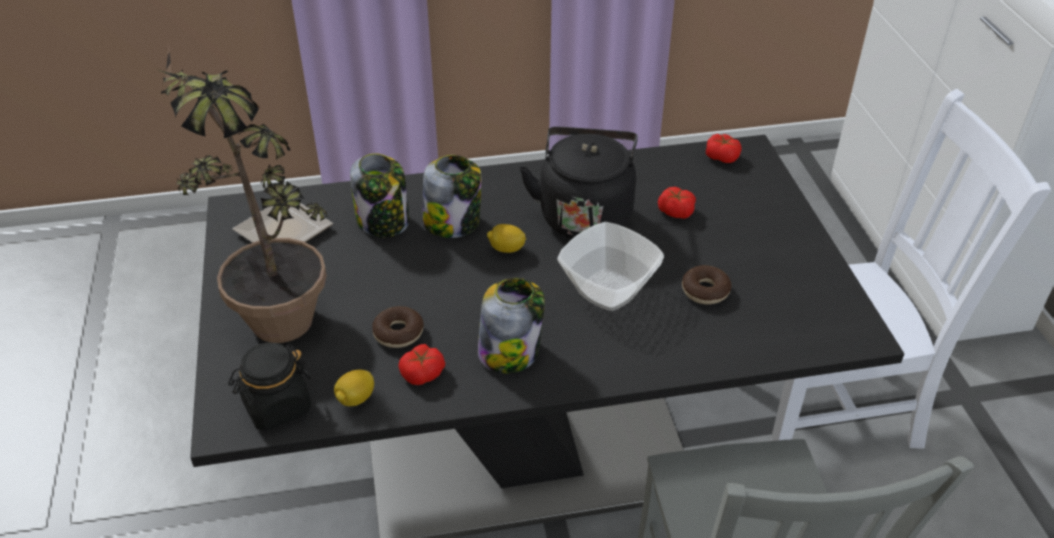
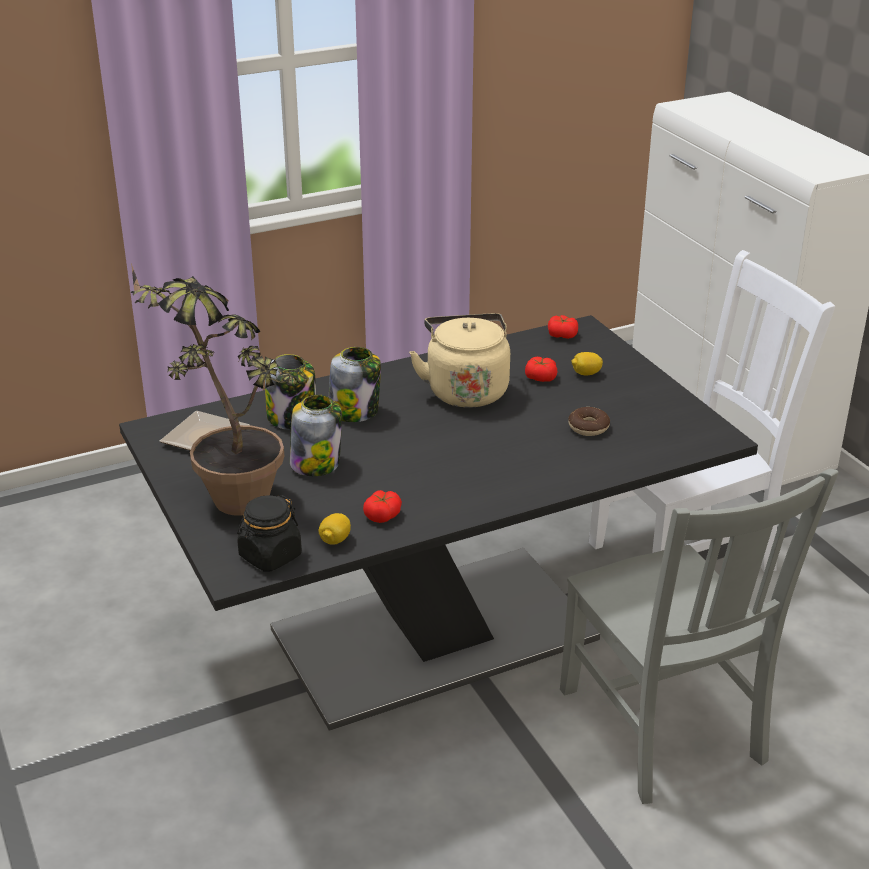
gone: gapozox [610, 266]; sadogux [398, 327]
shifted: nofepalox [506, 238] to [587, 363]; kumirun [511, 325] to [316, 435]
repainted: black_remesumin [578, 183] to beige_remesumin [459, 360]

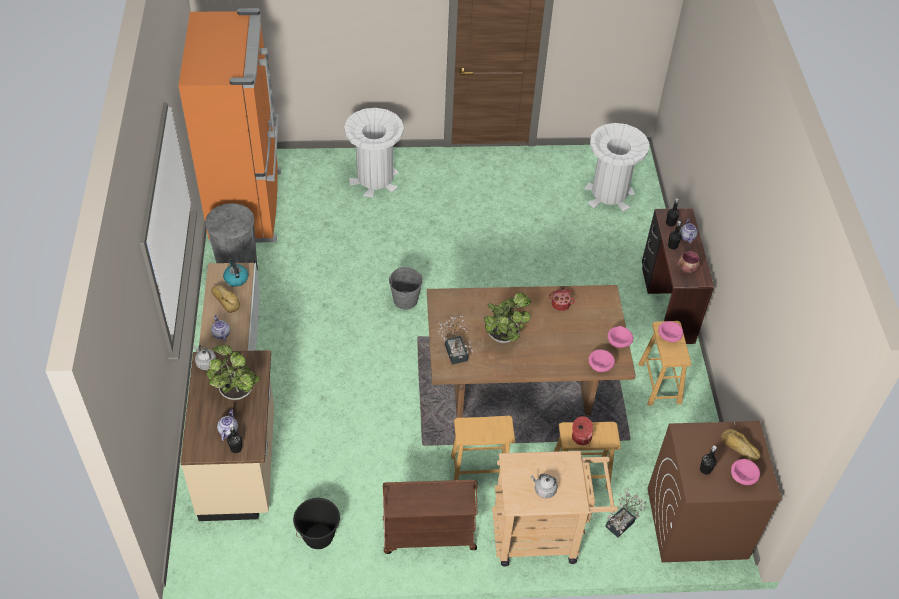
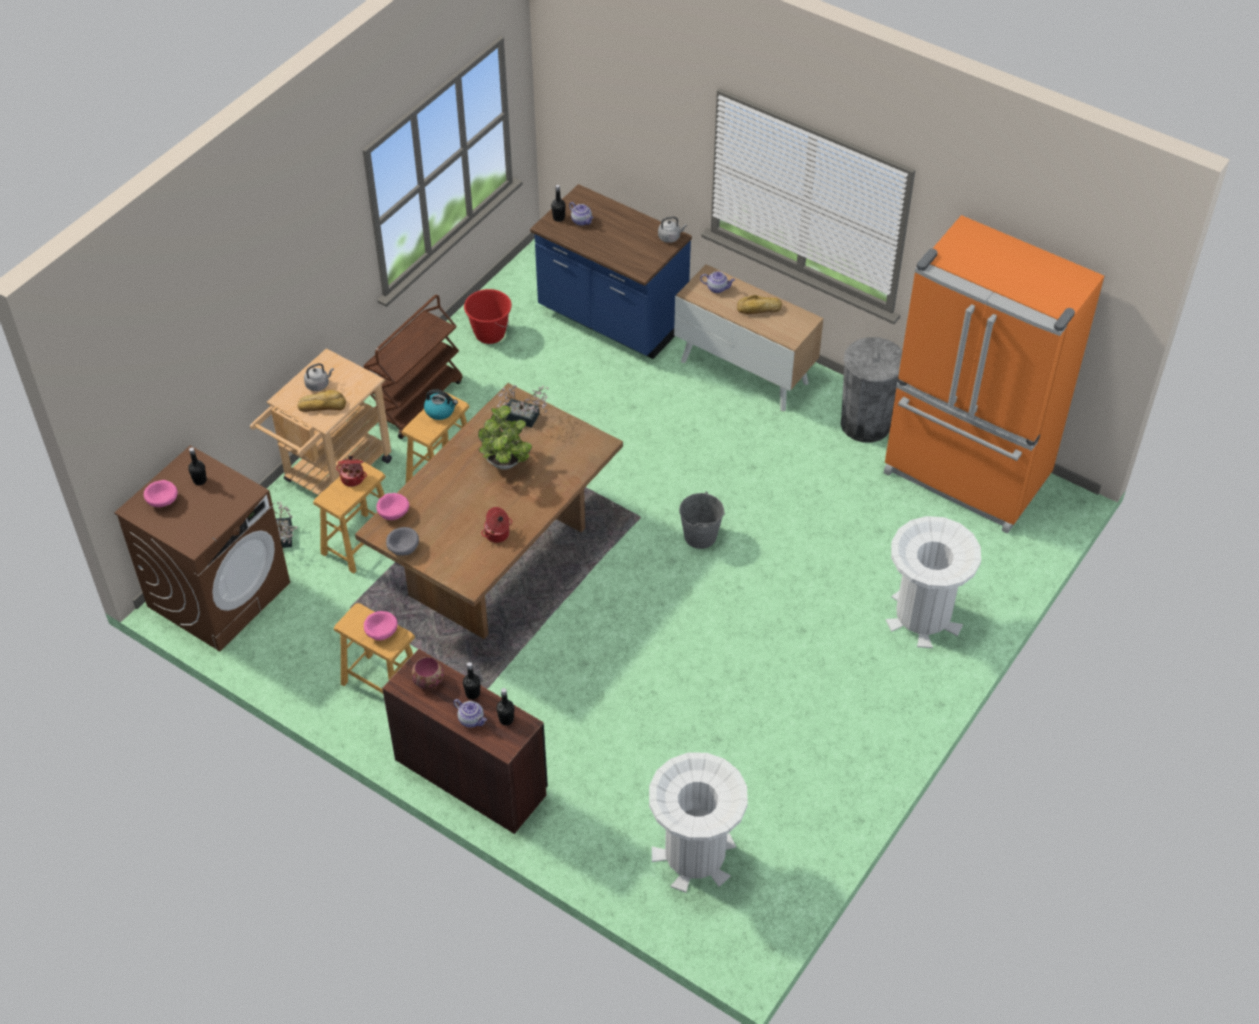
gone: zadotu [233, 372]
shifted: remesumin [235, 273] to [441, 404]; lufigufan [741, 445] to [321, 401]
repainted: pink_gapozox [620, 337] to grey_gapozox [402, 541]; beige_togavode [227, 435] to blue_togavode [611, 271]; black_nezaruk [316, 523] to red_nezaruk [488, 316]

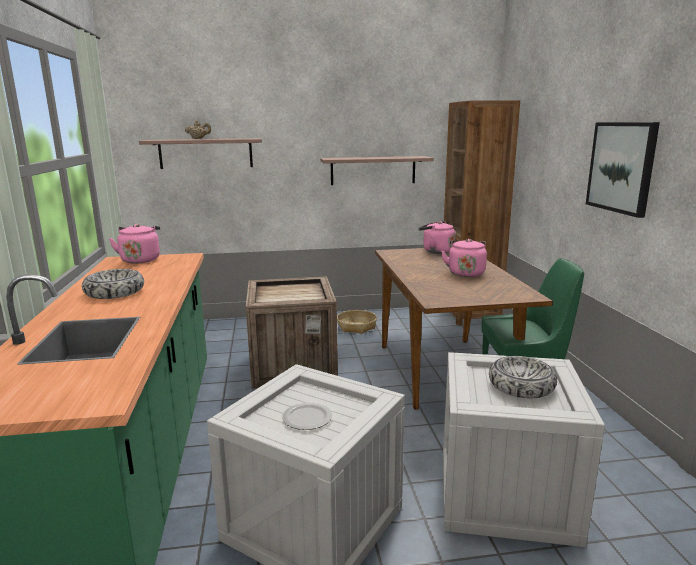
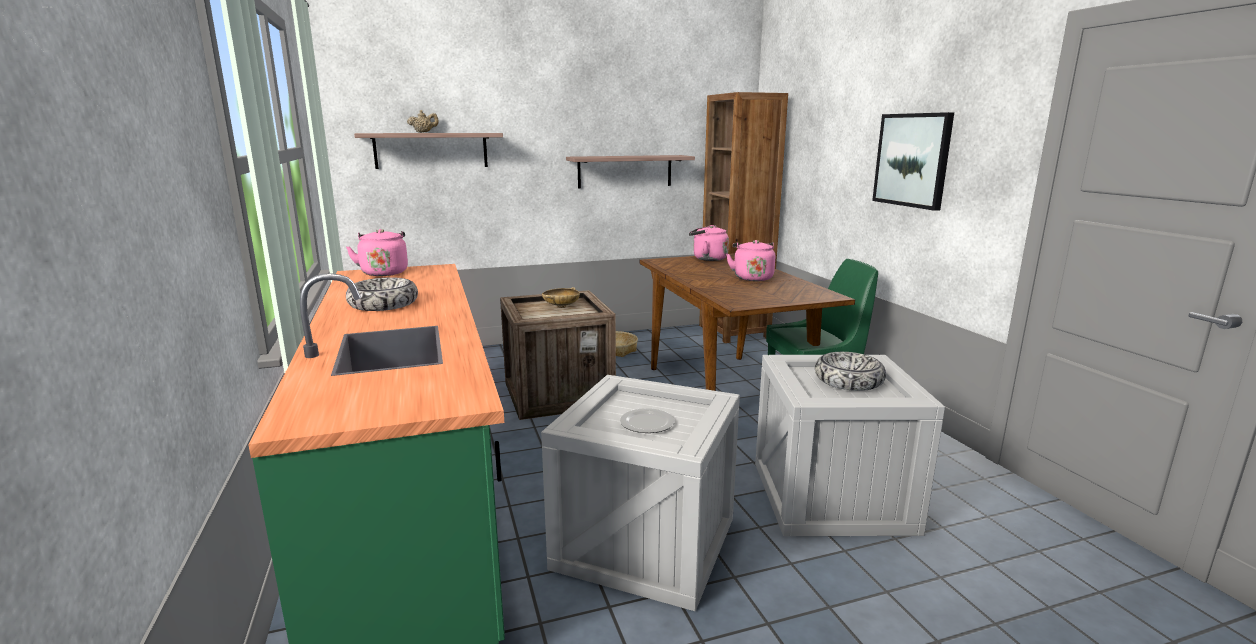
new: beige_gapozox [561, 297]

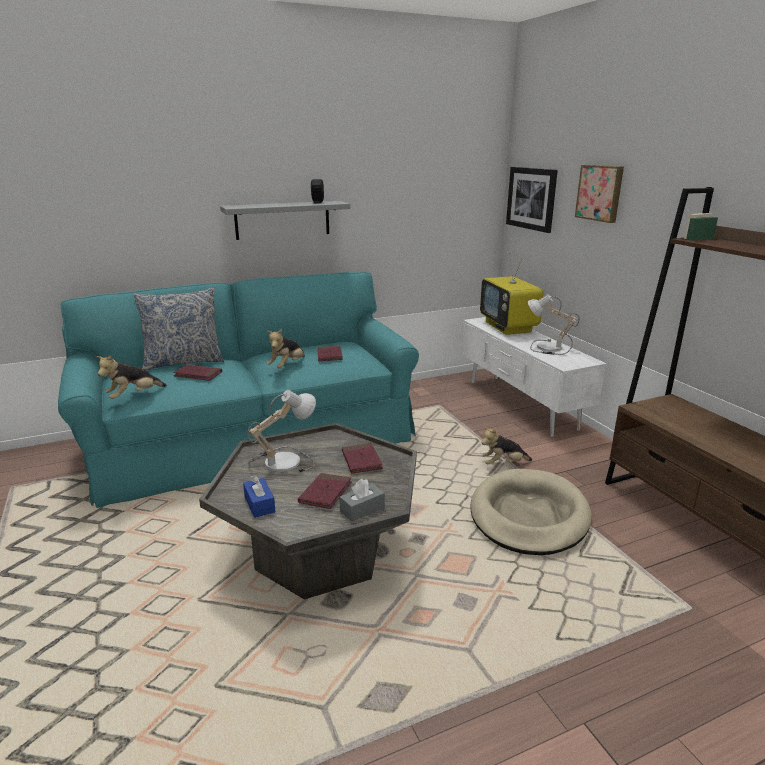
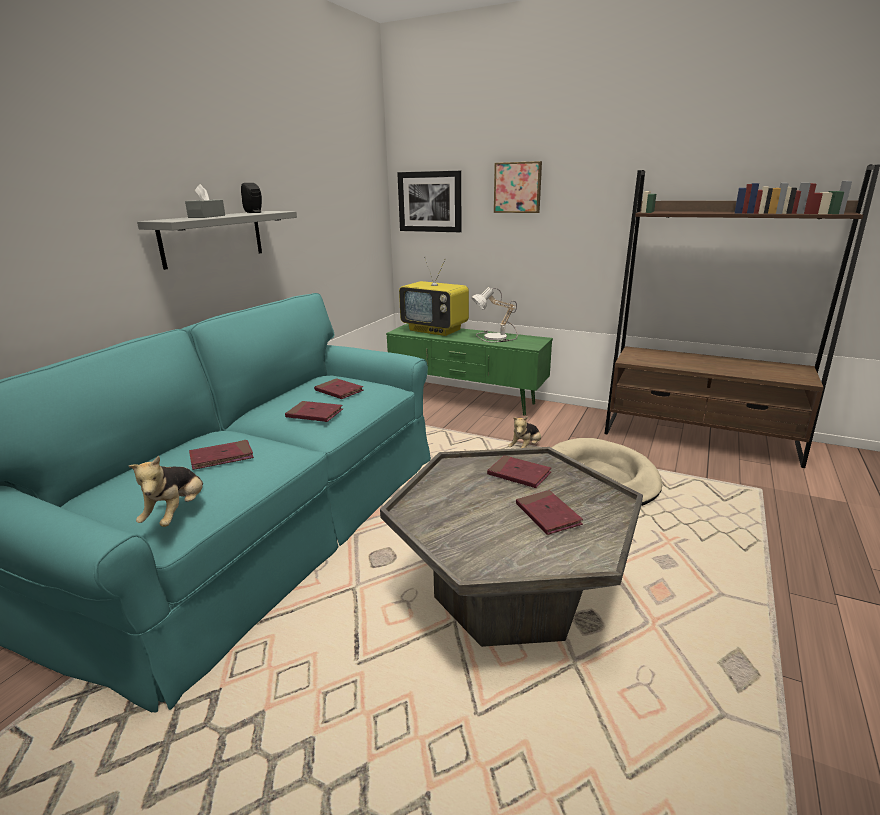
gone: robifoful [178, 328]; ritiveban [282, 432]; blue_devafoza [259, 496]
shifted: grey_devafoza [362, 500] to [205, 201]
swapped: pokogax [285, 348] to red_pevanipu [314, 411]
repainted: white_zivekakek [534, 377] to green_zivekakek [469, 369]

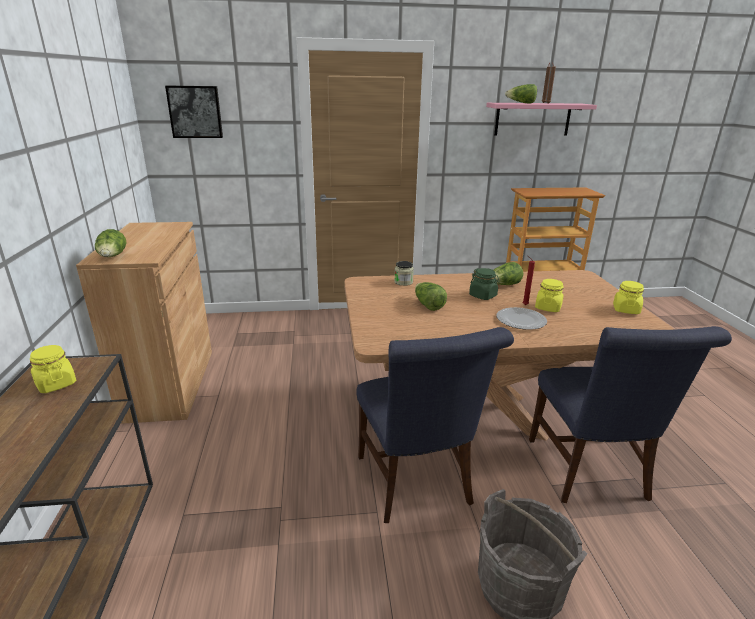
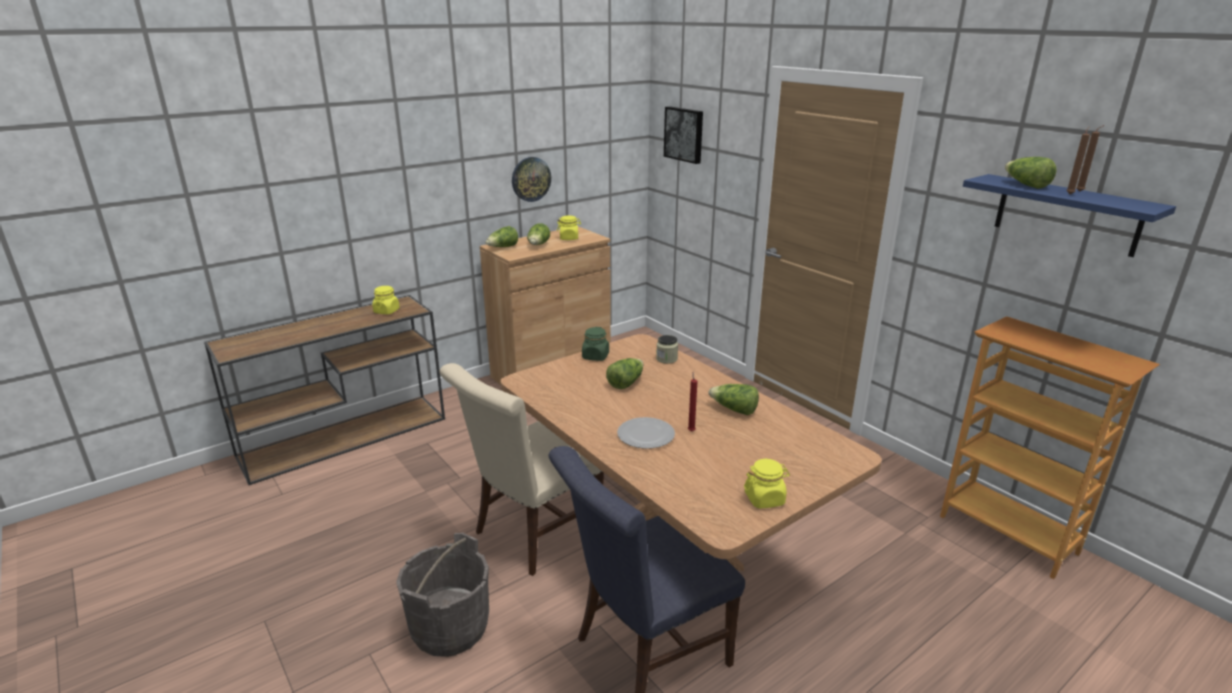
new: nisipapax [531, 179]; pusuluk [538, 234]
shifted: green_kumirun [484, 284] to [595, 344]; yellow_kumirun [549, 295] to [569, 228]
repainted: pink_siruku [541, 119] to blue_siruku [1069, 215]; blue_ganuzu [435, 425] to beige_ganuzu [521, 469]

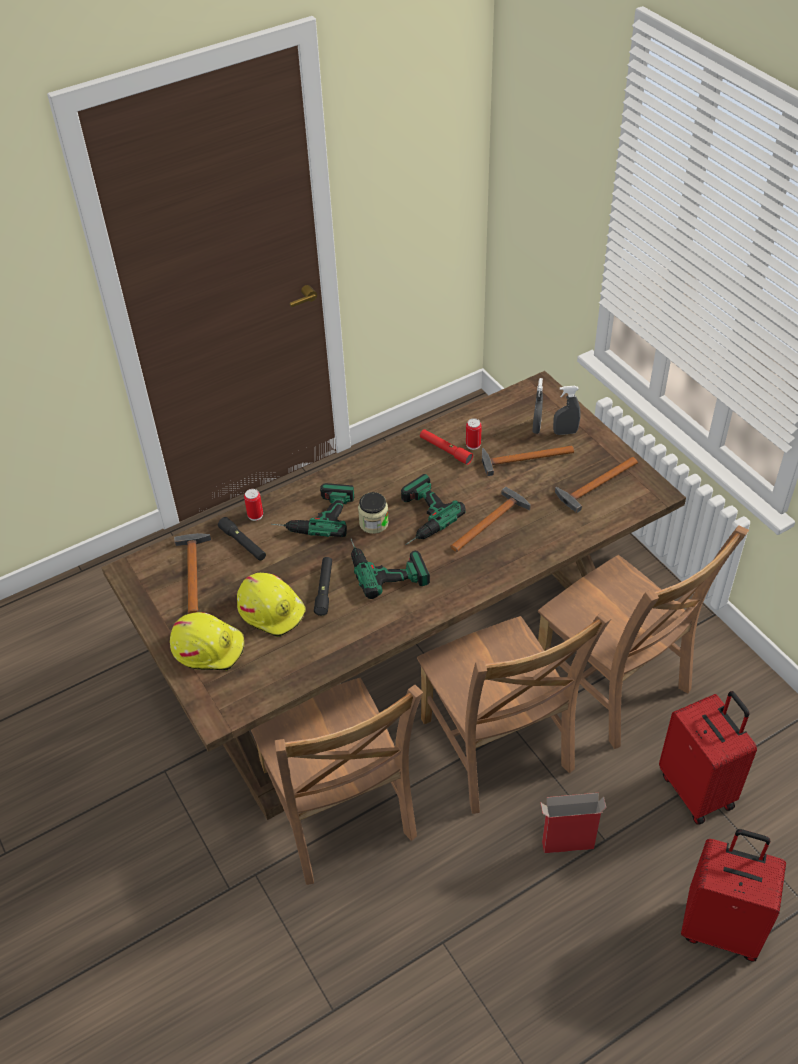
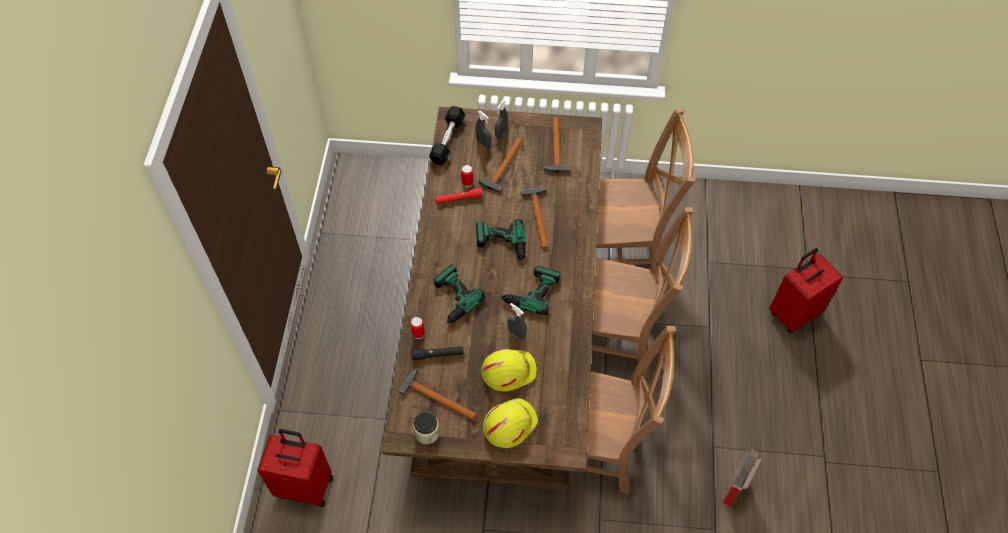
new: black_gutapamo [447, 135]
shifted: kumirun [373, 513] to [426, 428]; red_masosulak [708, 758] to [295, 468]; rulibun [573, 823] to [742, 478]
swapped: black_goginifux [323, 586] to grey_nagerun [517, 321]

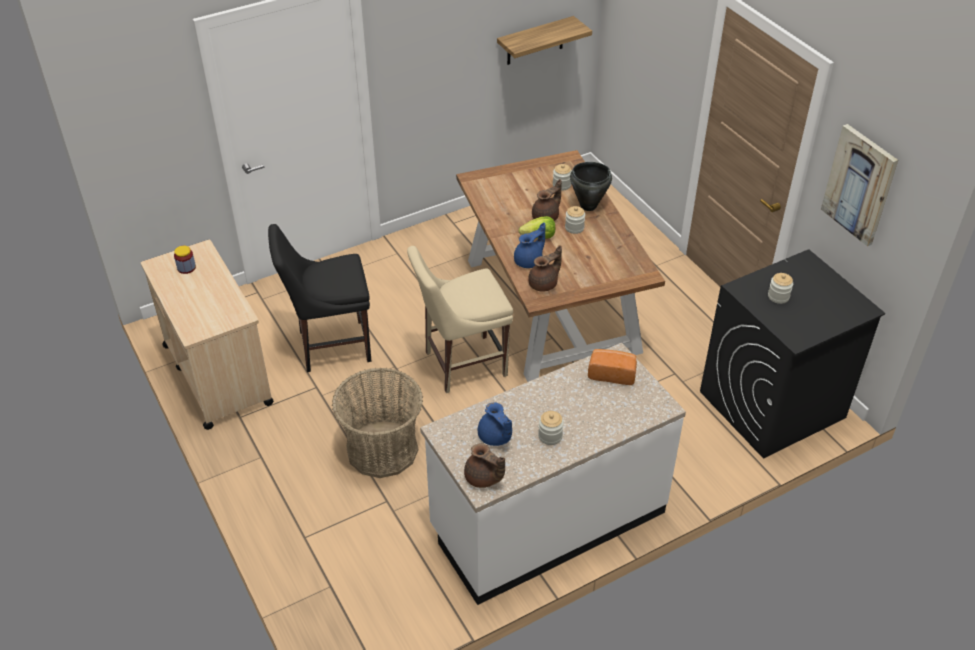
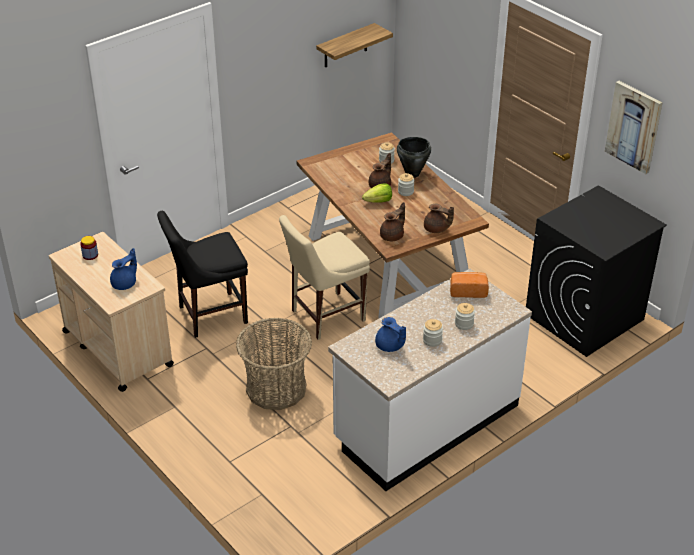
shifted: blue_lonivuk [529, 245] to [123, 269]; kumirun [780, 288] to [465, 316]; brown_lonivuk [484, 465] to [439, 218]

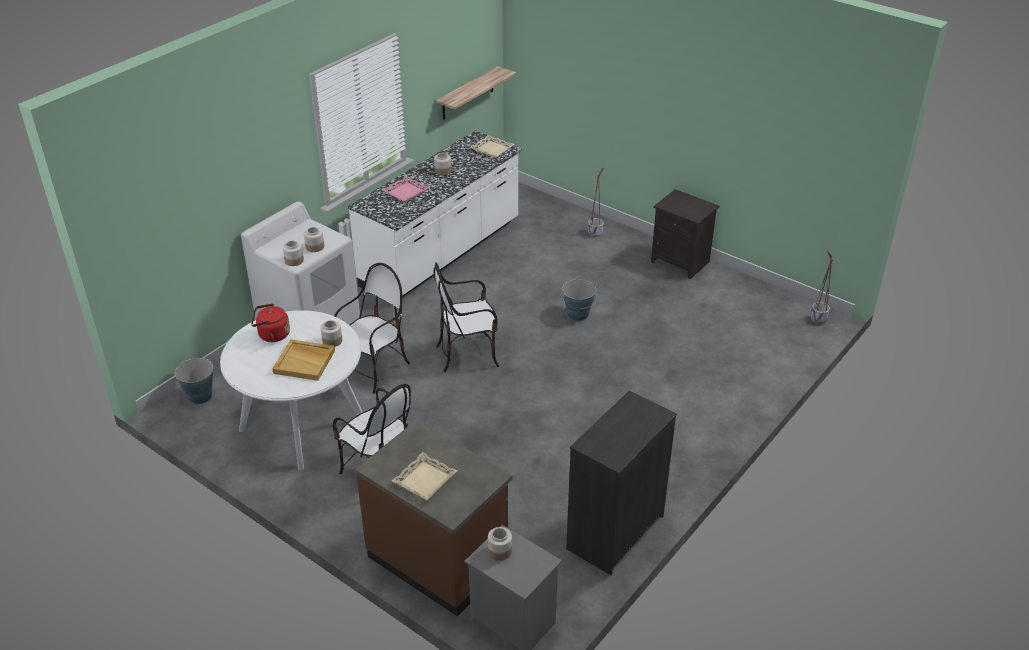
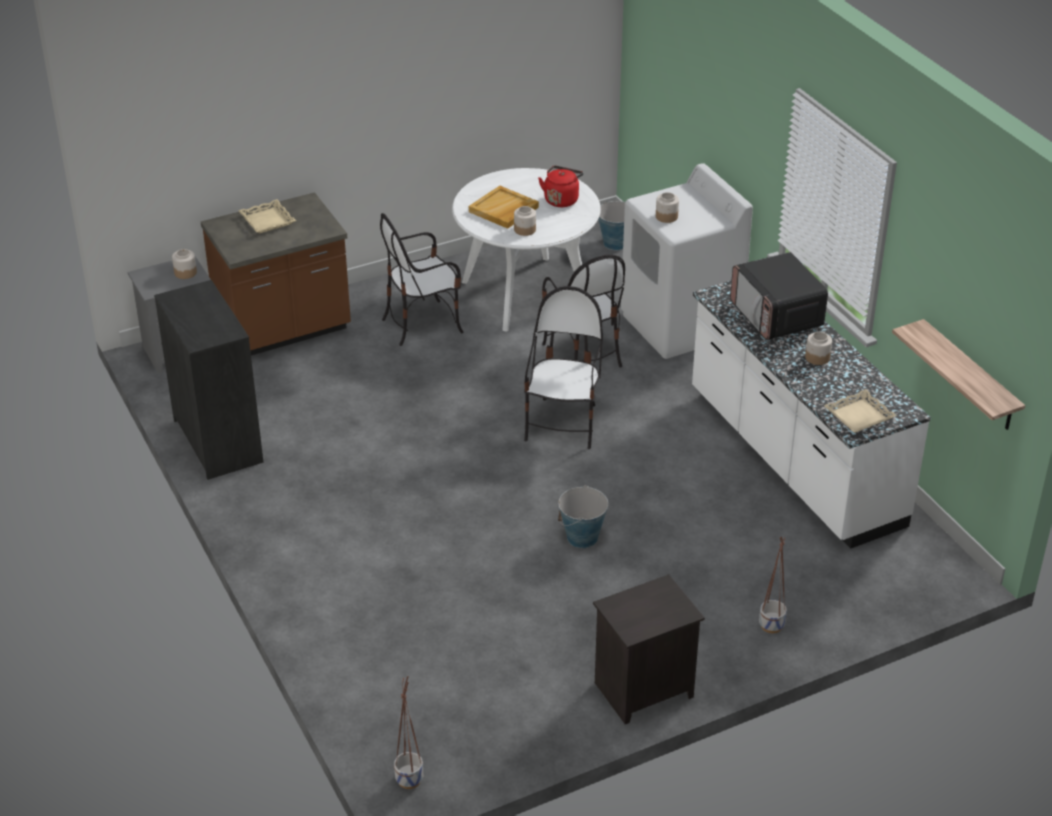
gone: kumirun [293, 253]
swapped: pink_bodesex [406, 189] to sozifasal [779, 296]

